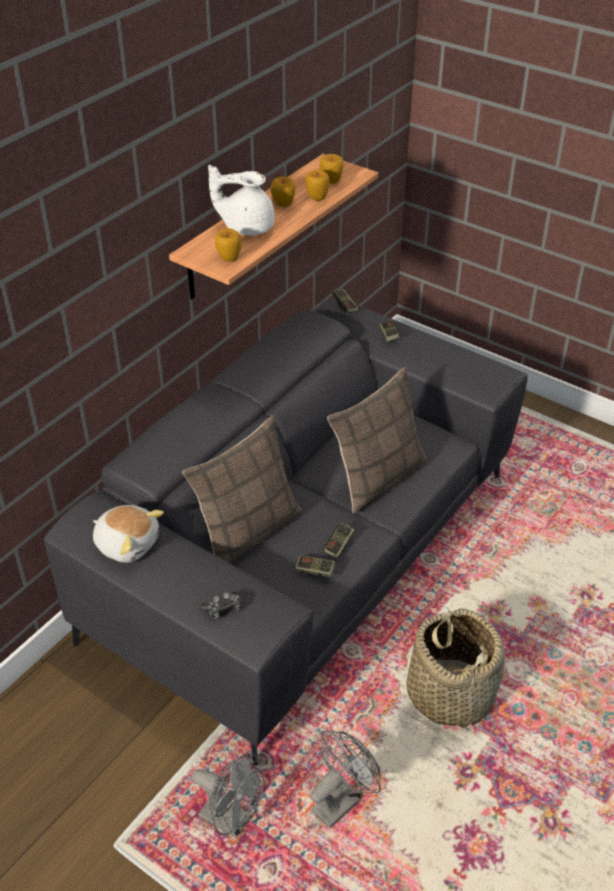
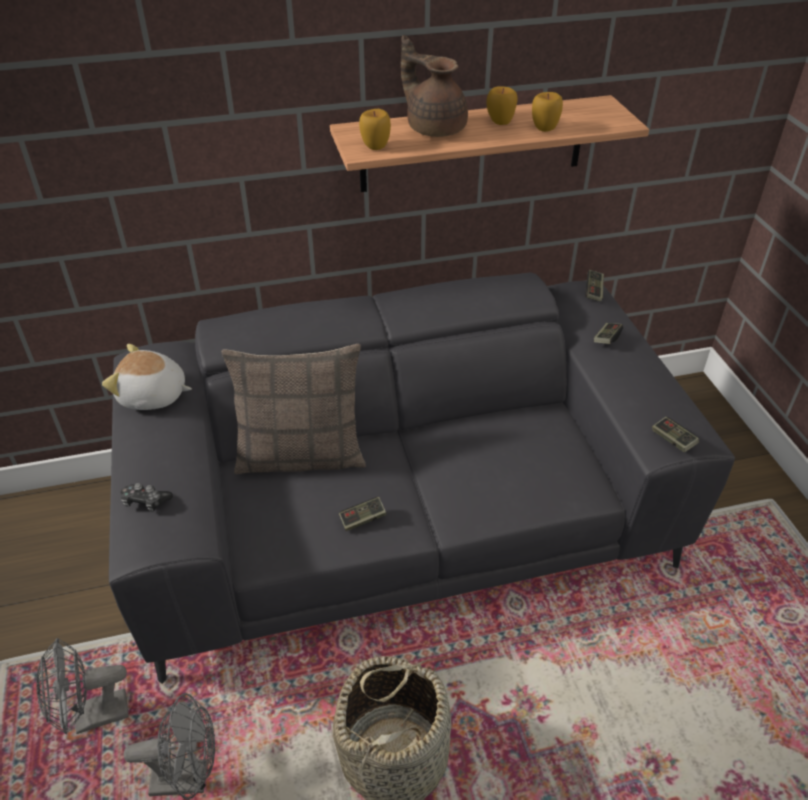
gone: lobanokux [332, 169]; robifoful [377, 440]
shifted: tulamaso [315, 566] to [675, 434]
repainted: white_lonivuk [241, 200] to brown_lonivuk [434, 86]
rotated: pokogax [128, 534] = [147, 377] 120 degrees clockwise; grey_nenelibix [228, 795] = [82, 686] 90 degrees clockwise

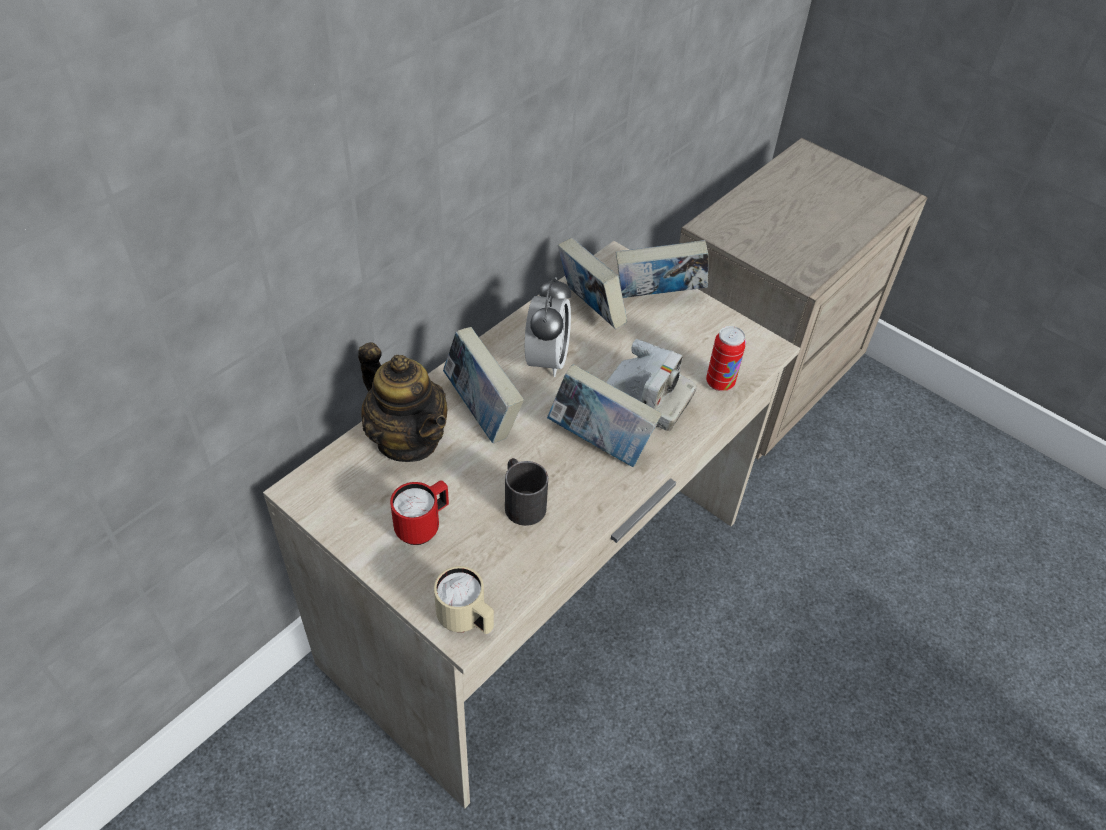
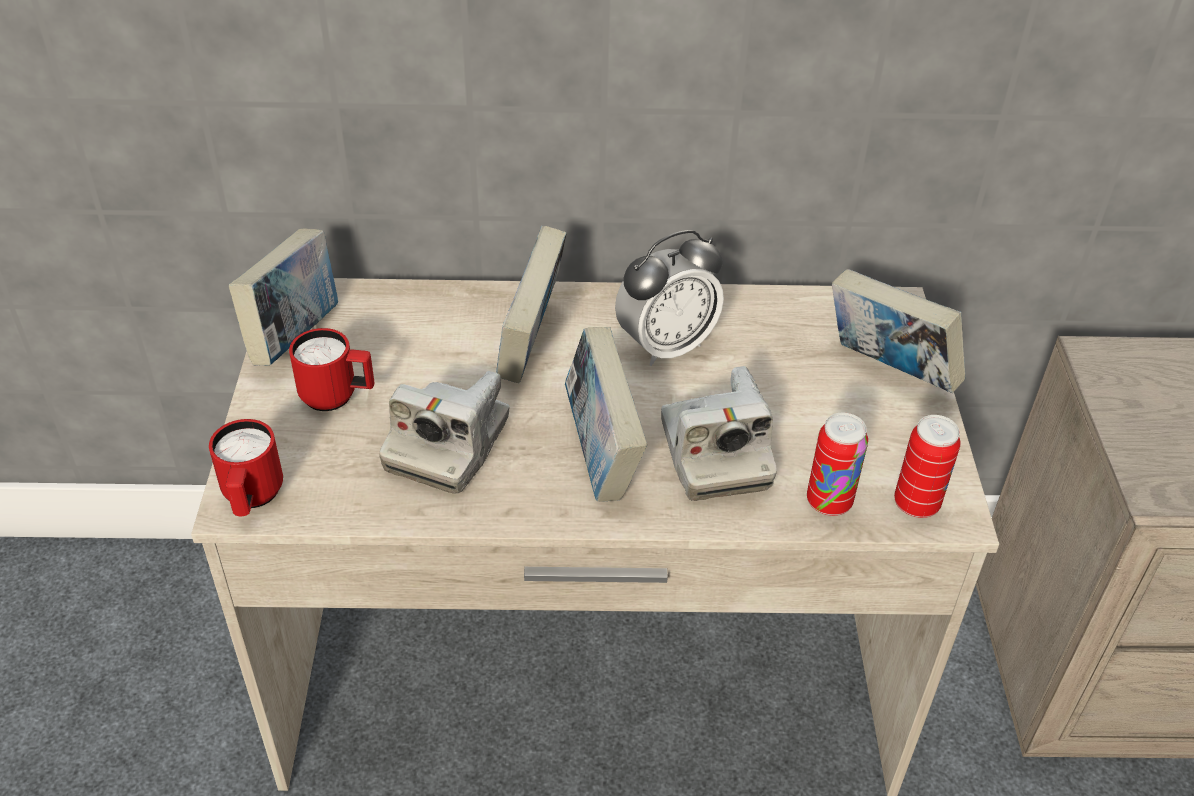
gone: lonivuk [402, 402]
new: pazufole [927, 466]
shifted: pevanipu [592, 283] to [283, 297]
swapped: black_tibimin [526, 492] to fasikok [445, 432]
repainted: beige_tibimin [464, 600] to red_tibimin [246, 467]

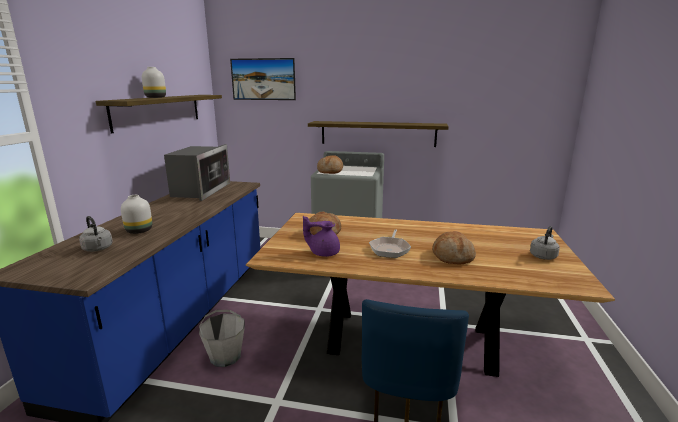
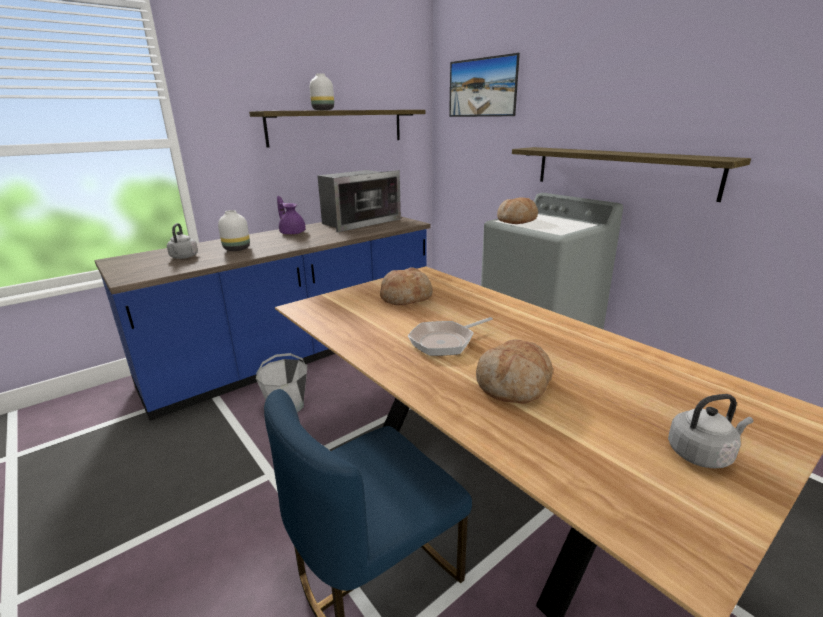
shifted: purple_lonivuk [321, 236] to [291, 215]

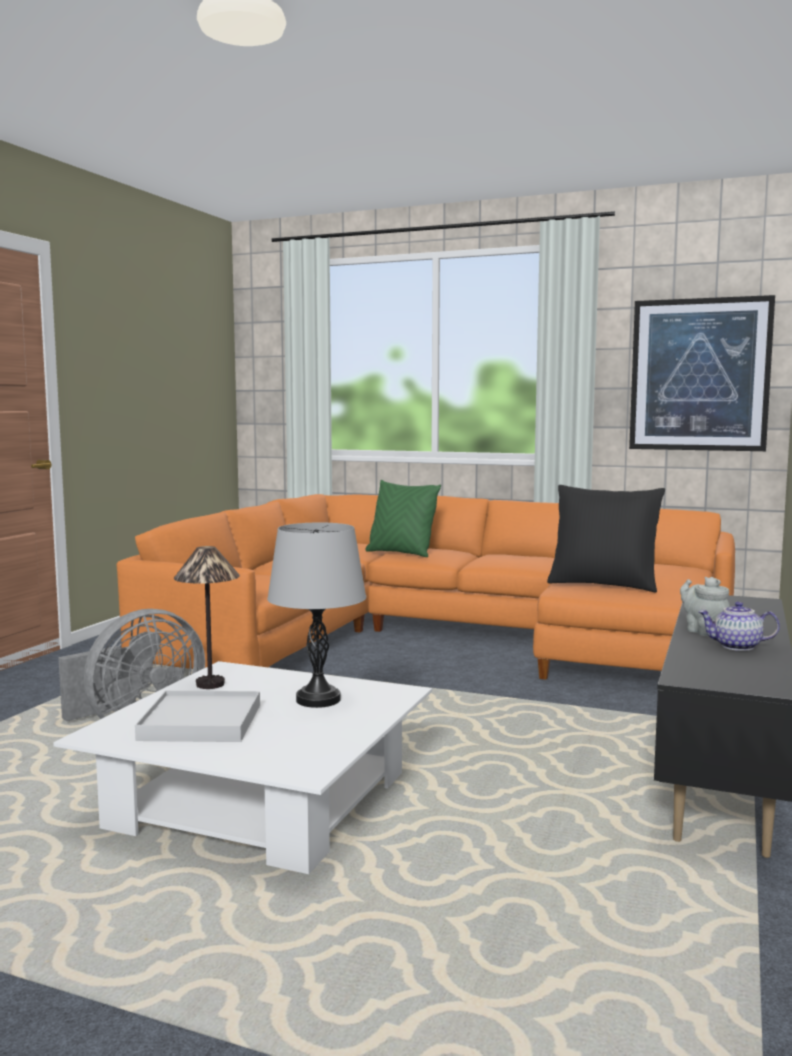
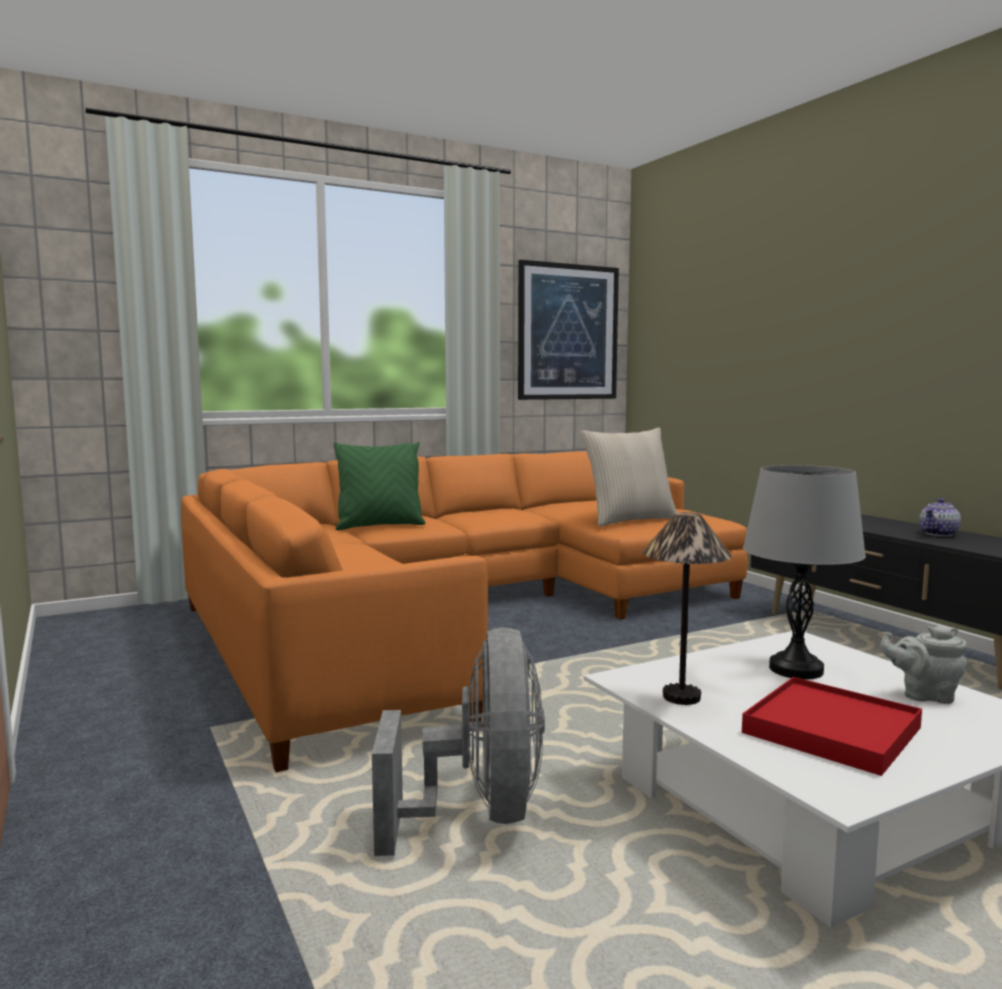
shifted: grey_lonivuk [705, 606] to [923, 665]
repainted: black_robifoful [606, 538] to beige_robifoful [629, 477]; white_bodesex [197, 716] to red_bodesex [832, 726]

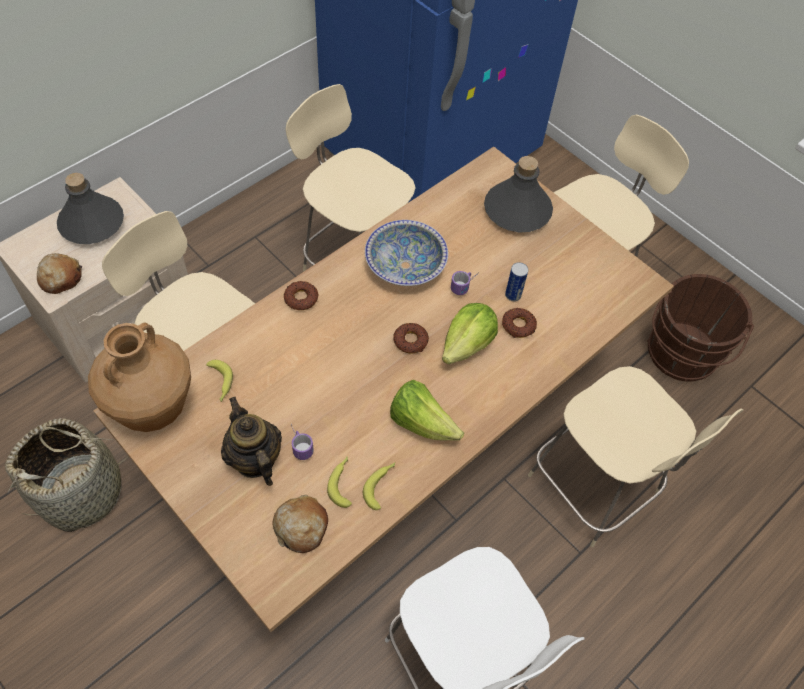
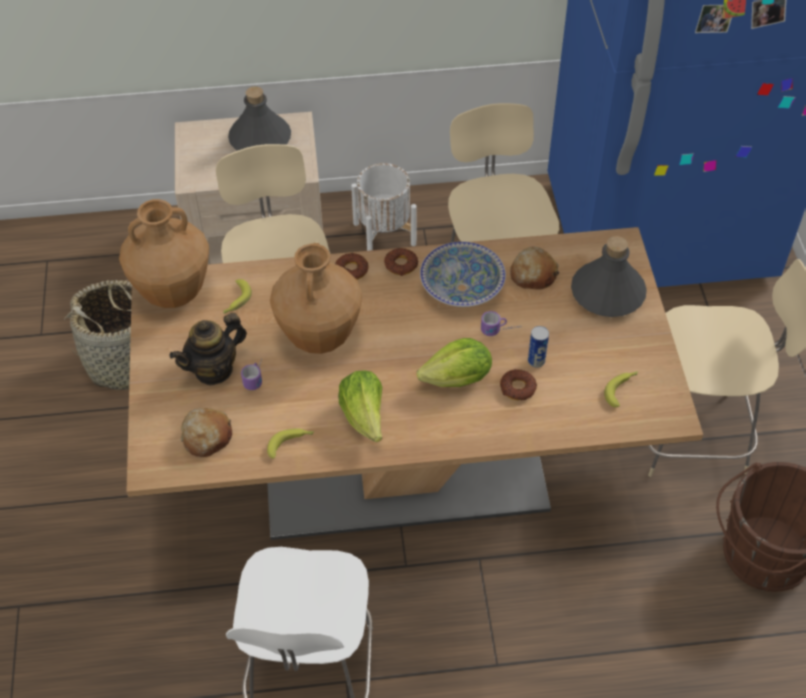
gone: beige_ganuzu [635, 456]
new: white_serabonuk [384, 207]; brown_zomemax [316, 298]
shifted: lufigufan [59, 273] to [534, 268]; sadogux [411, 338] to [401, 262]; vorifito [339, 482] to [621, 389]
rotated: lonivuk [251, 441] = [208, 349] 135 degrees counterclockwise

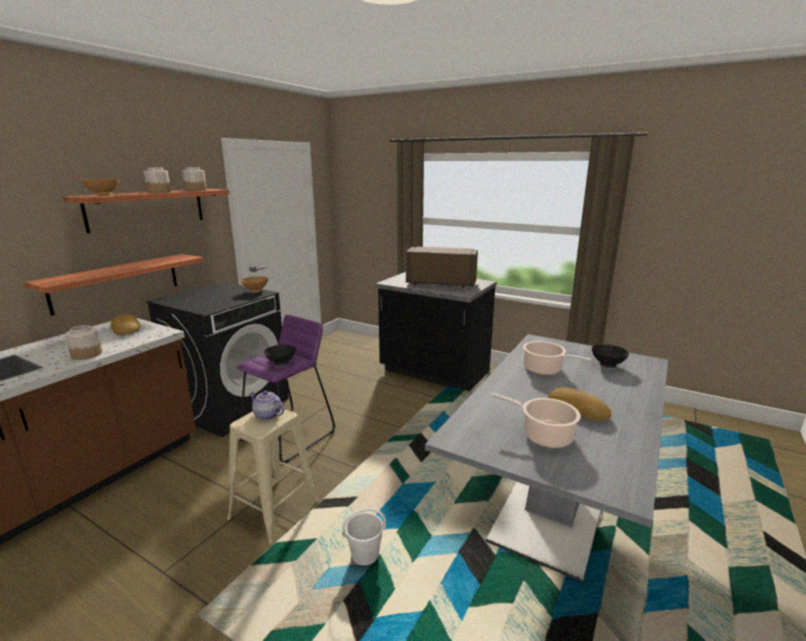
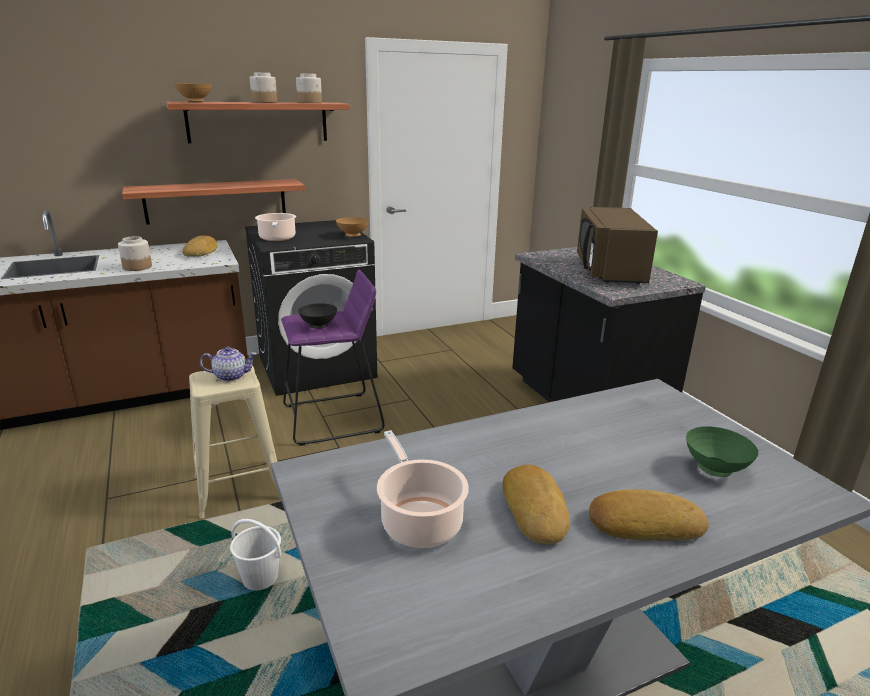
new: lufigufan [649, 515]
shifted: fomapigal [557, 358] to [275, 227]
repainted: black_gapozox [610, 356] to green_gapozox [722, 451]
rotated: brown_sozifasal [442, 267] = [617, 245] 135 degrees counterclockwise; lonivuk [266, 405] = [228, 364] 105 degrees clockwise

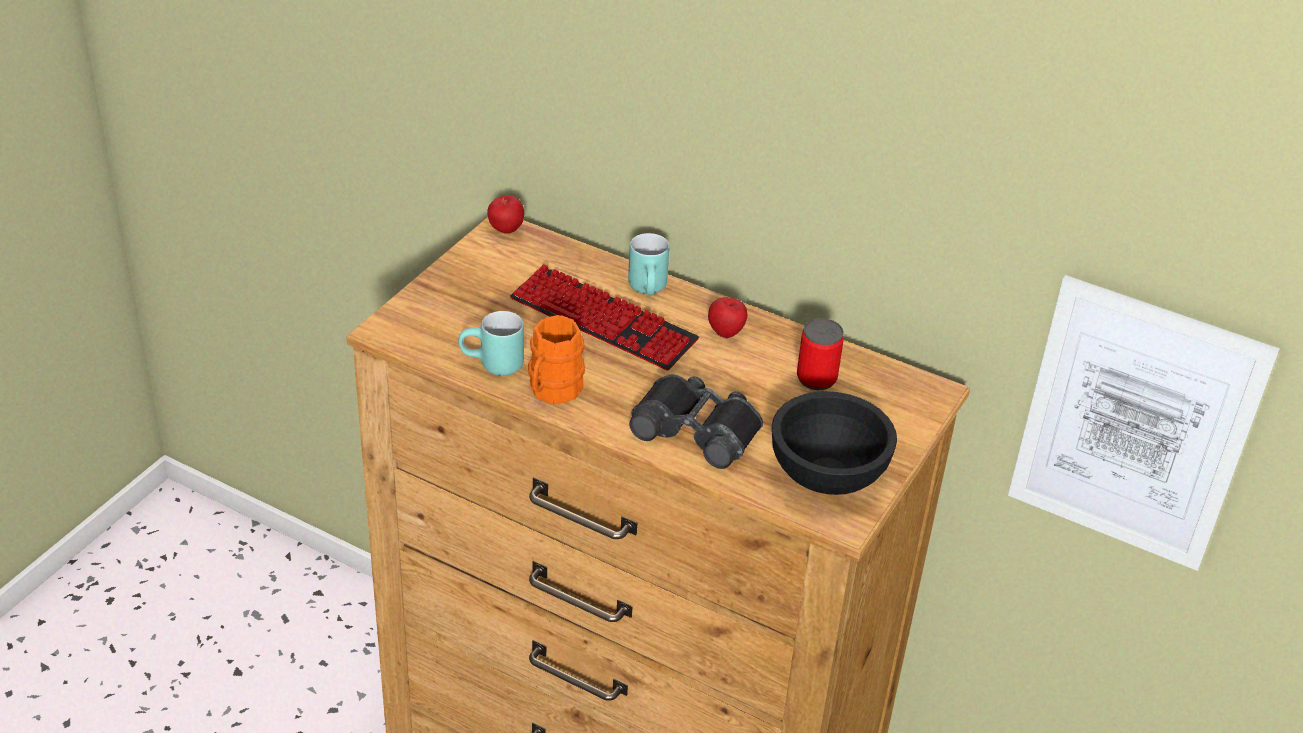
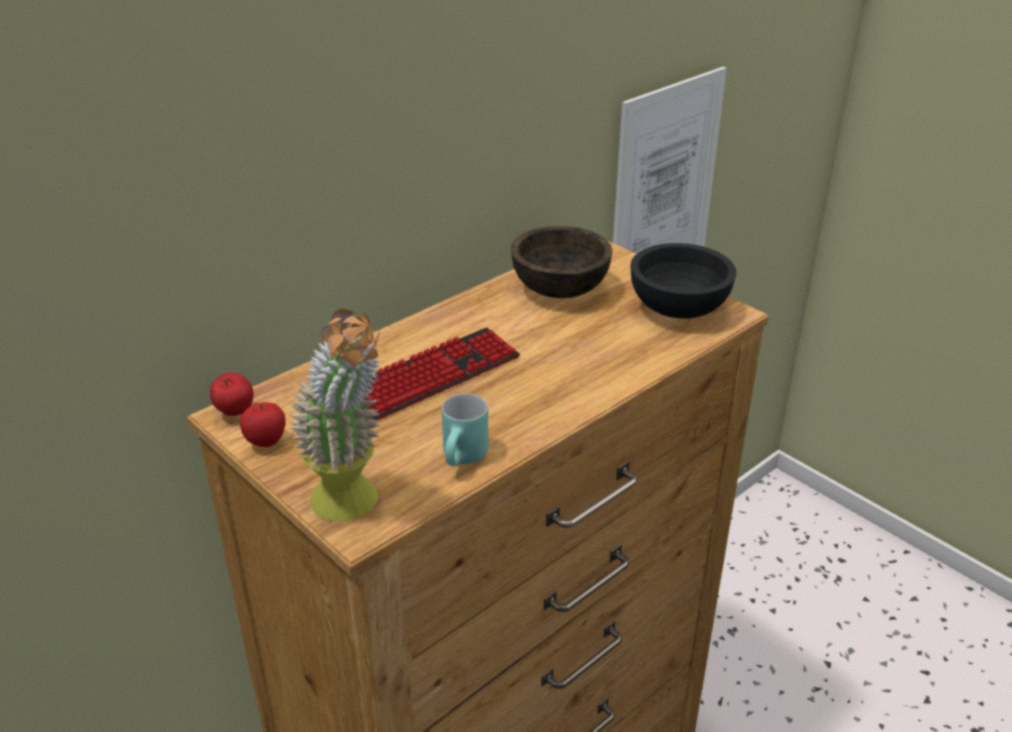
gone: turquoise_tibimin [648, 264]; orange_tibimin [556, 359]; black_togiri [696, 421]
new: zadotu [336, 415]
shifted: lobanokux [727, 317] to [263, 424]
swapped: pazufole [820, 354] to brown_gapozox [562, 262]

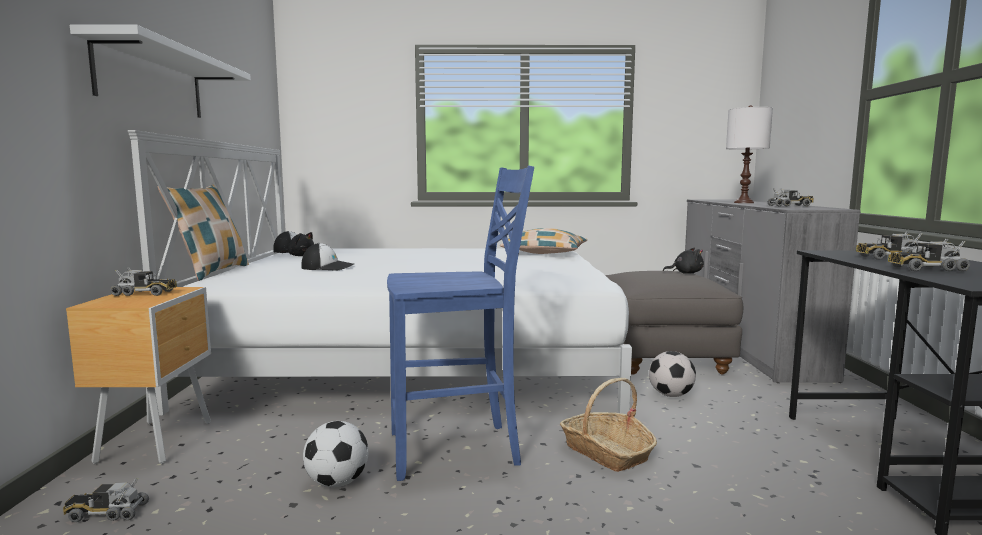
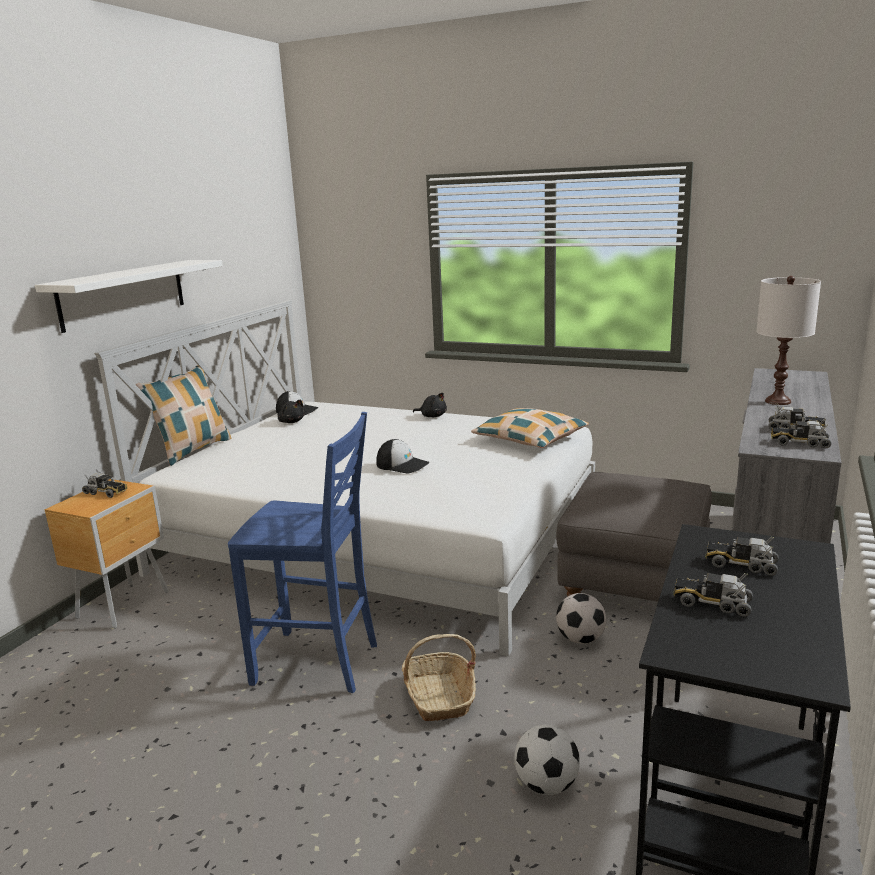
shifted: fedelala [328, 257] to [403, 456]; black_pokogax [683, 260] to [430, 405]; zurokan [336, 454] to [547, 759]; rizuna [106, 500] to [801, 434]

